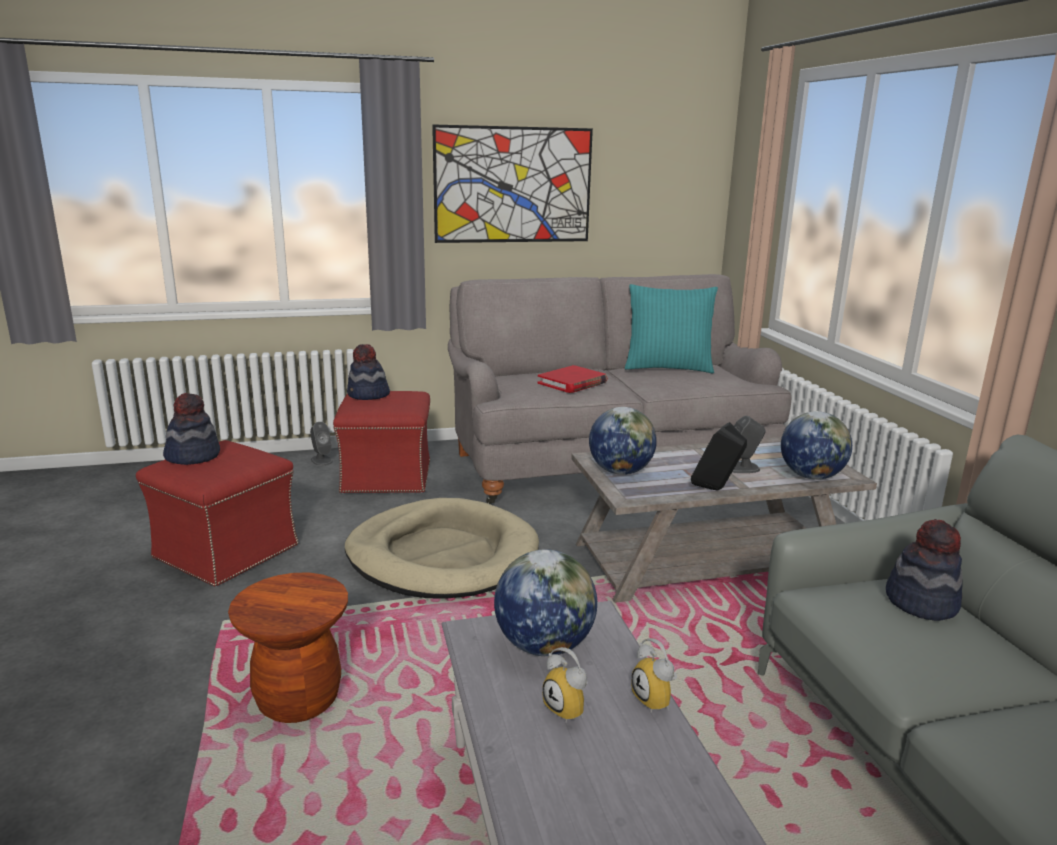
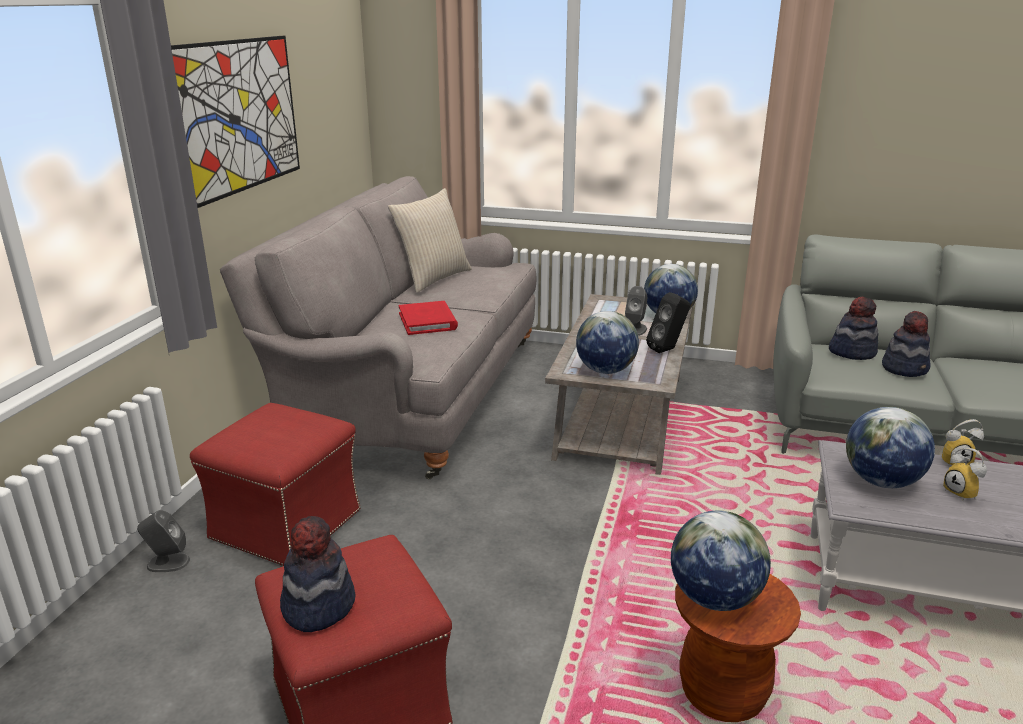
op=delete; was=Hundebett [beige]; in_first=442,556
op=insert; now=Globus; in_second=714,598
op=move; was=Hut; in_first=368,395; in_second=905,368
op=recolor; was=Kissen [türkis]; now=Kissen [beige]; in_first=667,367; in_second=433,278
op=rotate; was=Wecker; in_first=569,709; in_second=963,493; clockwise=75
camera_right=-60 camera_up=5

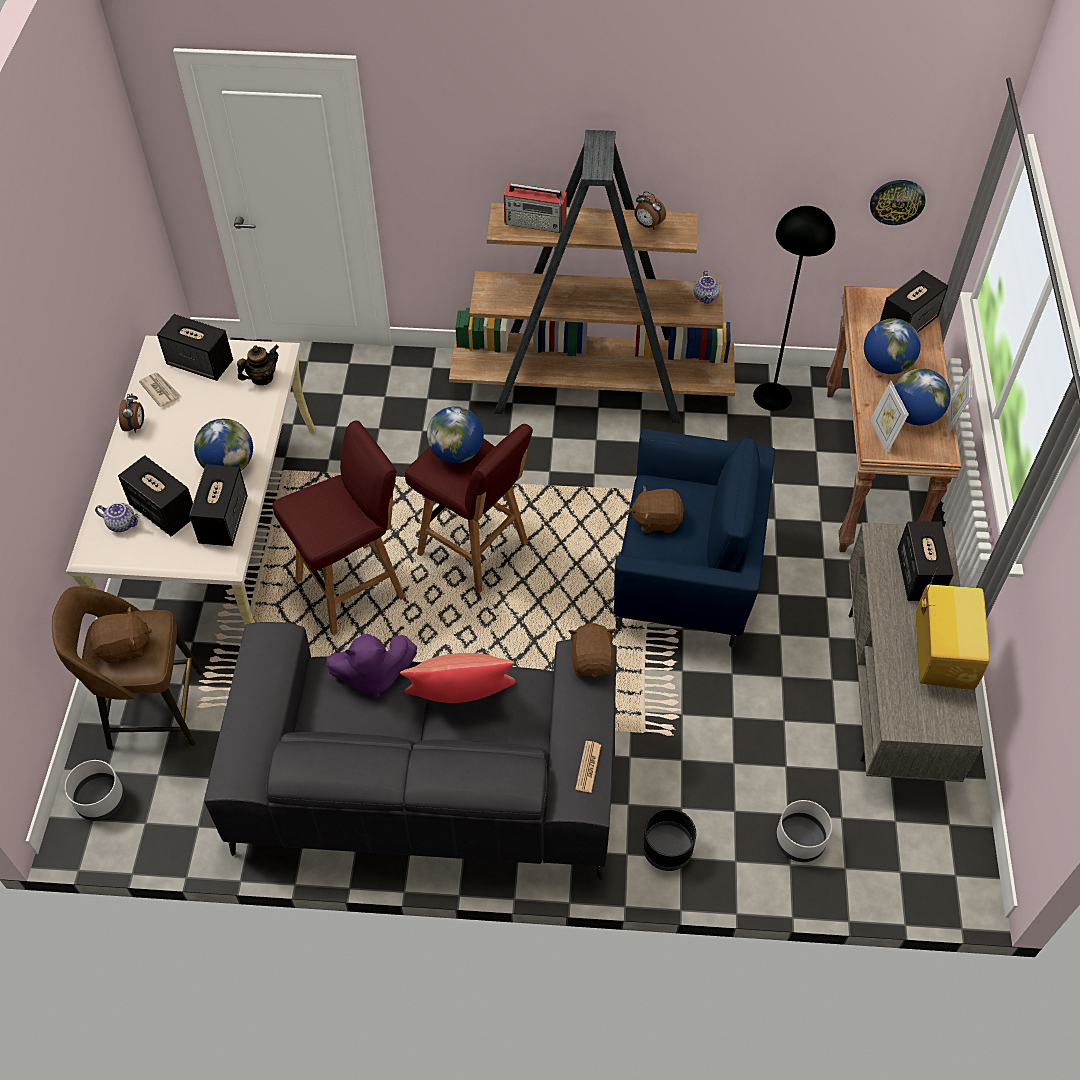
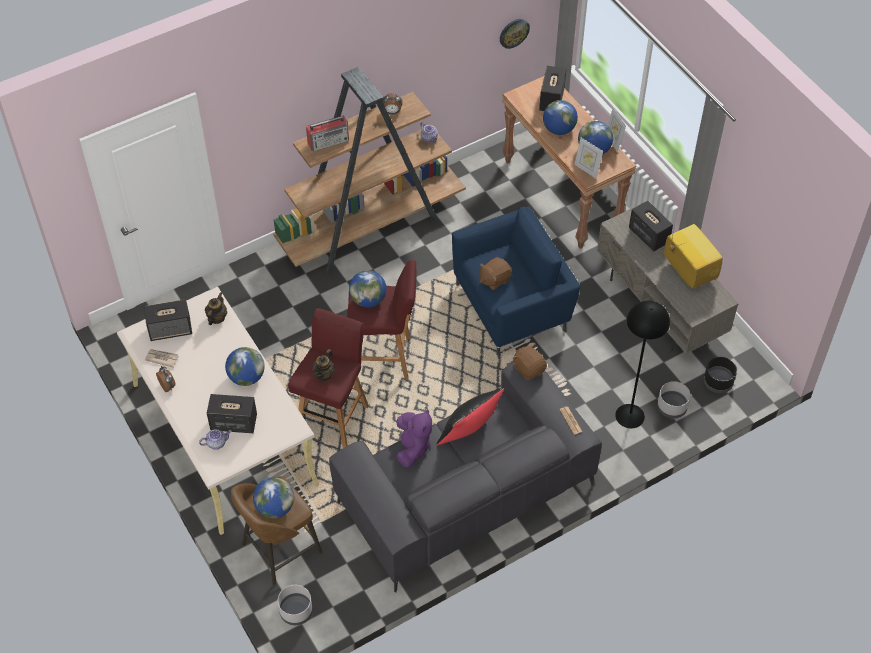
op=delete; was=Lautsprecher; in_first=223,520
op=insert; now=Teekanne; in_second=324,374
op=move; was=Pflanzkübel [schwarz]; in_first=667,849; in_second=718,382
op=move; was=Stehlampe [schwarz]; in_first=772,397; in_second=630,416
op=replace; was=Plüschtier [braun]; now=Globus; in_first=124,647; in_second=275,507
op=recolor; was=Kissen [rot]; now=Kissen [schwarz]; in_first=461,700; in_second=469,432
op=rotate; was=Plüschtier [lila]; in_first=373,676; in_second=412,447; clockwise=-45
camera_right=-35 camera_up=0

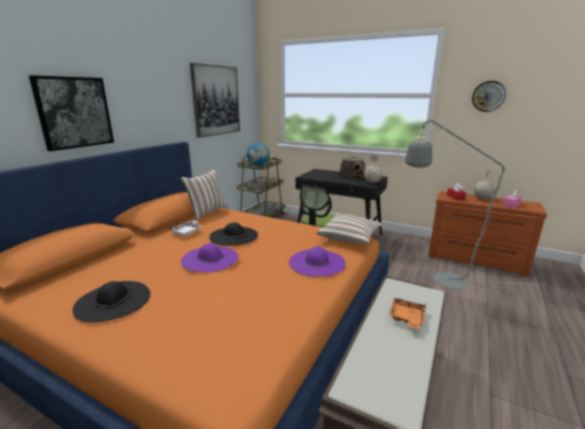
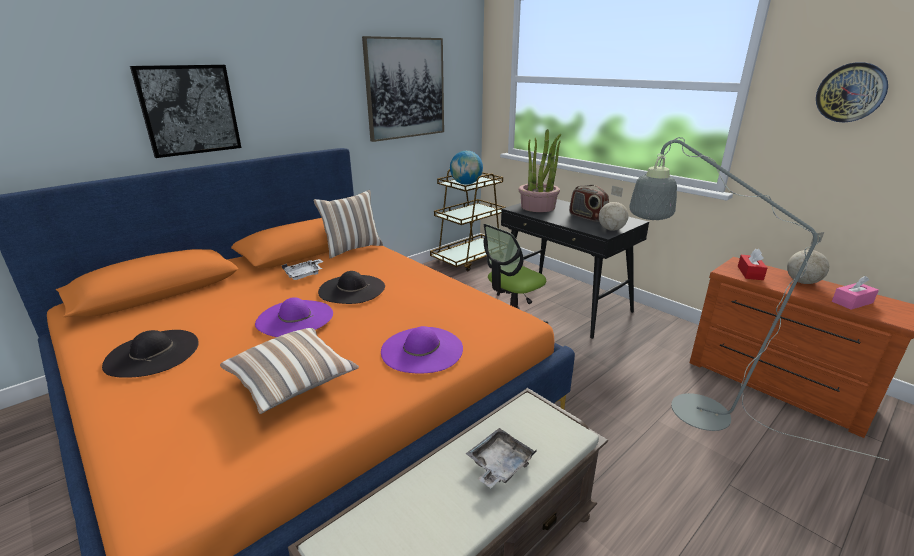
op=insert; now=Topfpflanze; in_second=538,207
op=move; was=Kissen; in_first=349,238; in_second=293,383
op=recolor; was=Tablett [orange]; now=Tablett [grau]; in_first=406,318; in_second=499,465
camera_right=20 camera_up=5

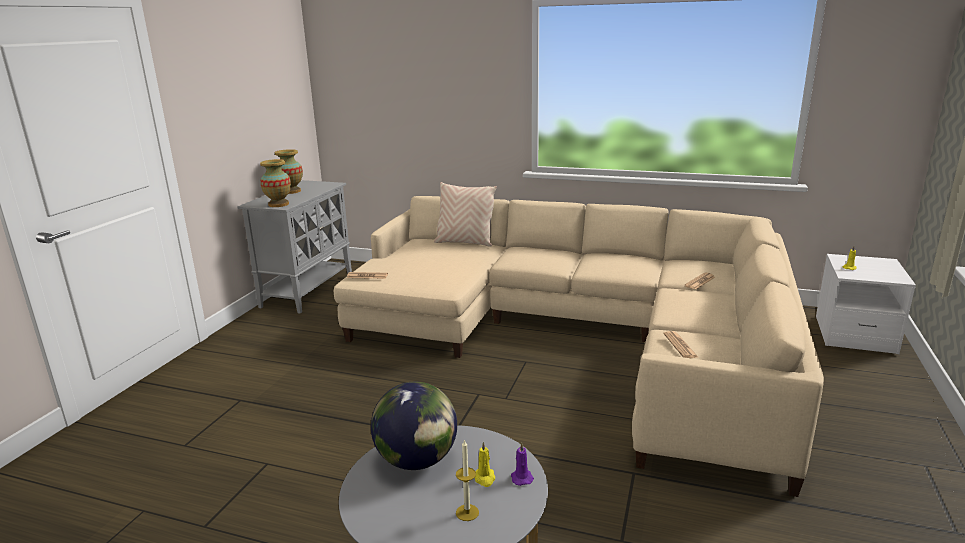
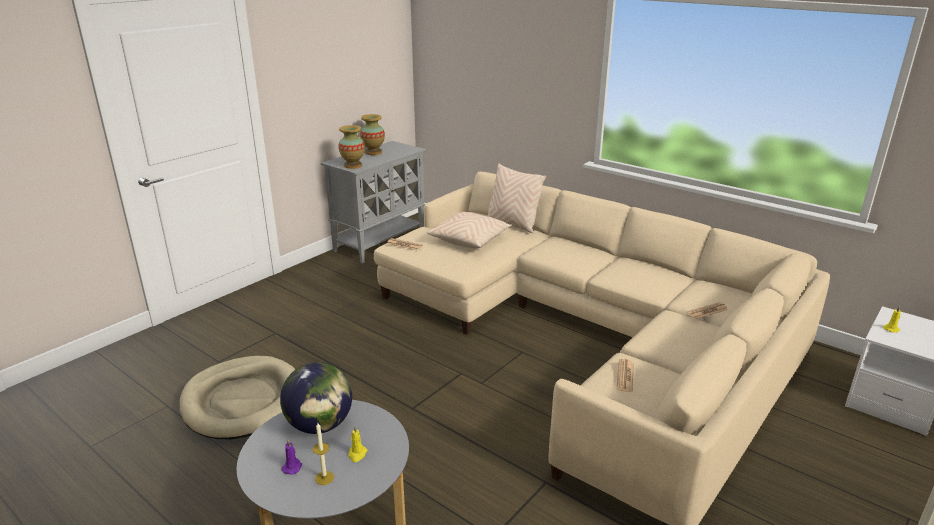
op=insert; now=Hundebett [beige]; in_second=244,401
op=insert; now=Kissen [beige]; in_second=469,239
op=move; was=Kerze [lila]; in_first=521,477; in_second=292,467
camera_right=20 camera_up=5

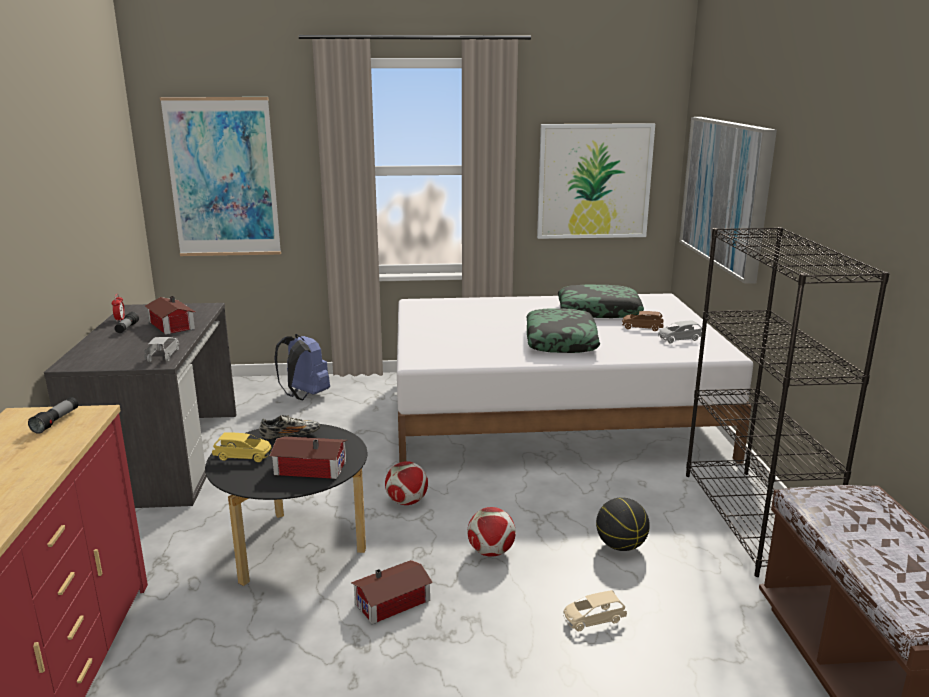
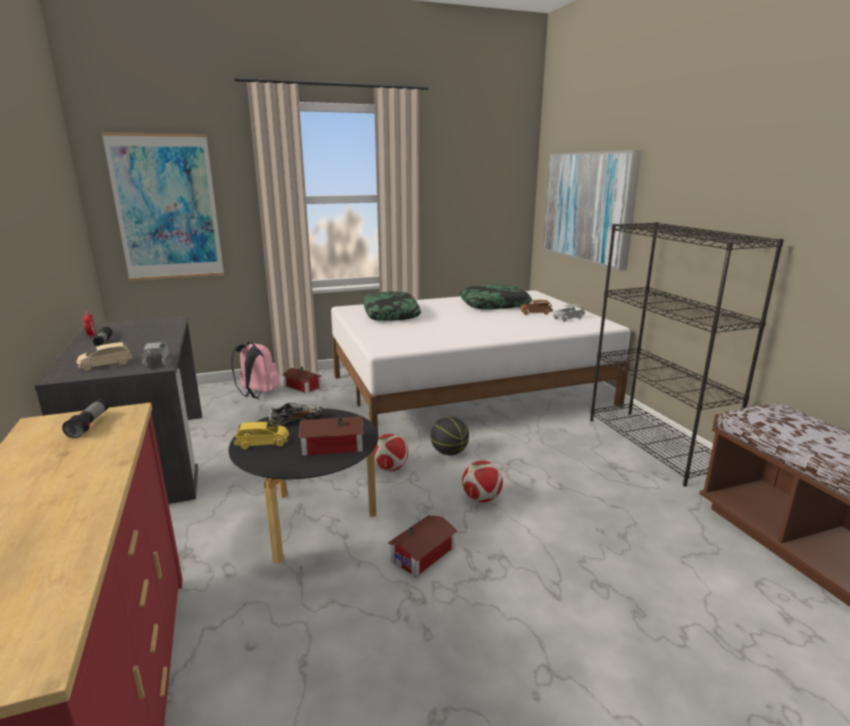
op=delete; was=Bild; in_first=594,181
op=move; was=Spielzeughaus; in_first=171,326; in_second=303,387
op=move; was=Kissen; in_first=561,341; in_second=391,314
op=move; was=Spielzeugauto [beige]; in_first=593,619; in_second=106,364
op=move; was=Basketball; in_first=620,546; in_second=449,452
op=recolor; was=Rucksack [blau]; now=Rucksack [rosa]; in_first=304,395; in_second=257,394
camera_right=-15 camera_up=0

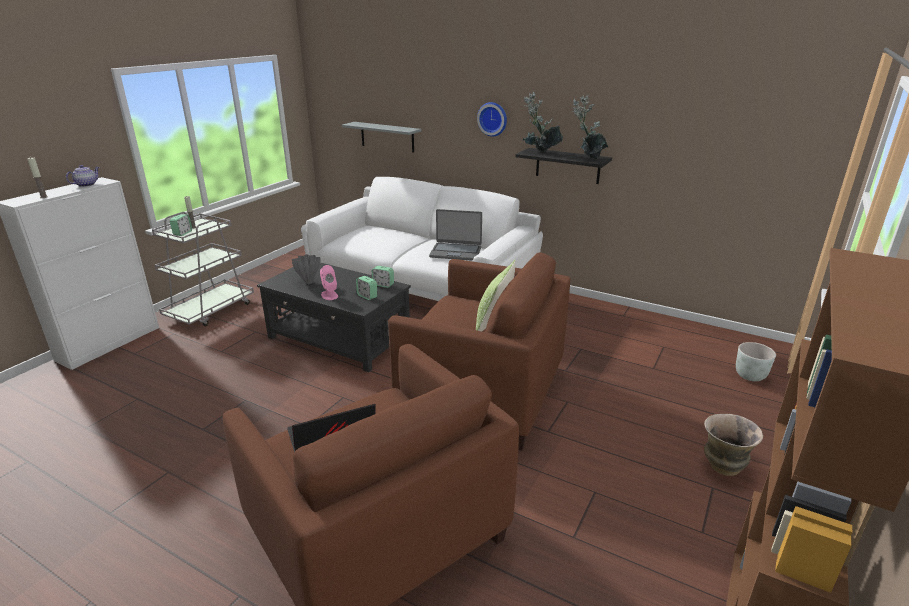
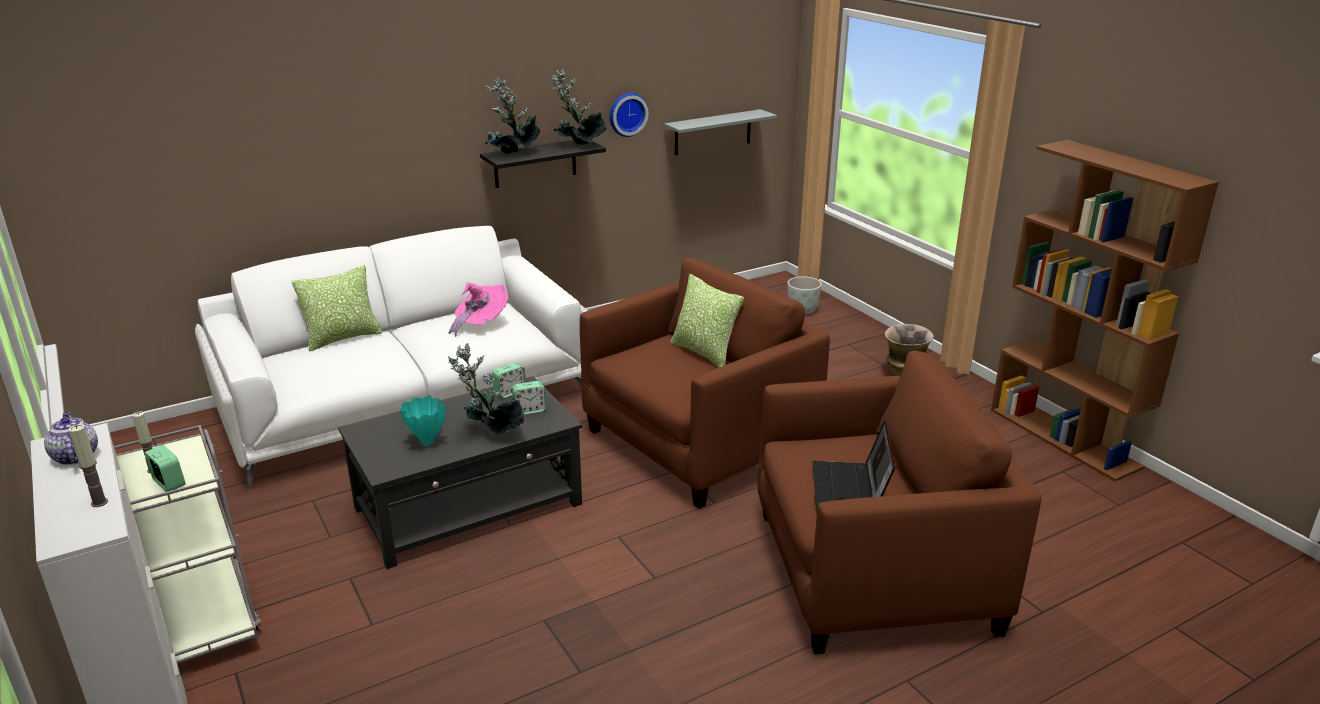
op=insert; now=Kissen; in_second=342,338
op=move; was=Wandregal [grau]; in_first=387,137; in_second=713,132
op=move; was=Wanduhr; in_first=493,119; in_second=627,114
op=replace; was=Lautsprecher [rosa]; now=Topfpflanze; in_first=329,295; in_second=491,435
op=replace; was=Laptop; now=Hut [rosa]; in_first=456,252; in_second=480,323
op=recolor; was=Vase [grau]; now=Vase [türkis]; in_first=309,282; in_second=426,442
camera_right=-60 camera_up=0

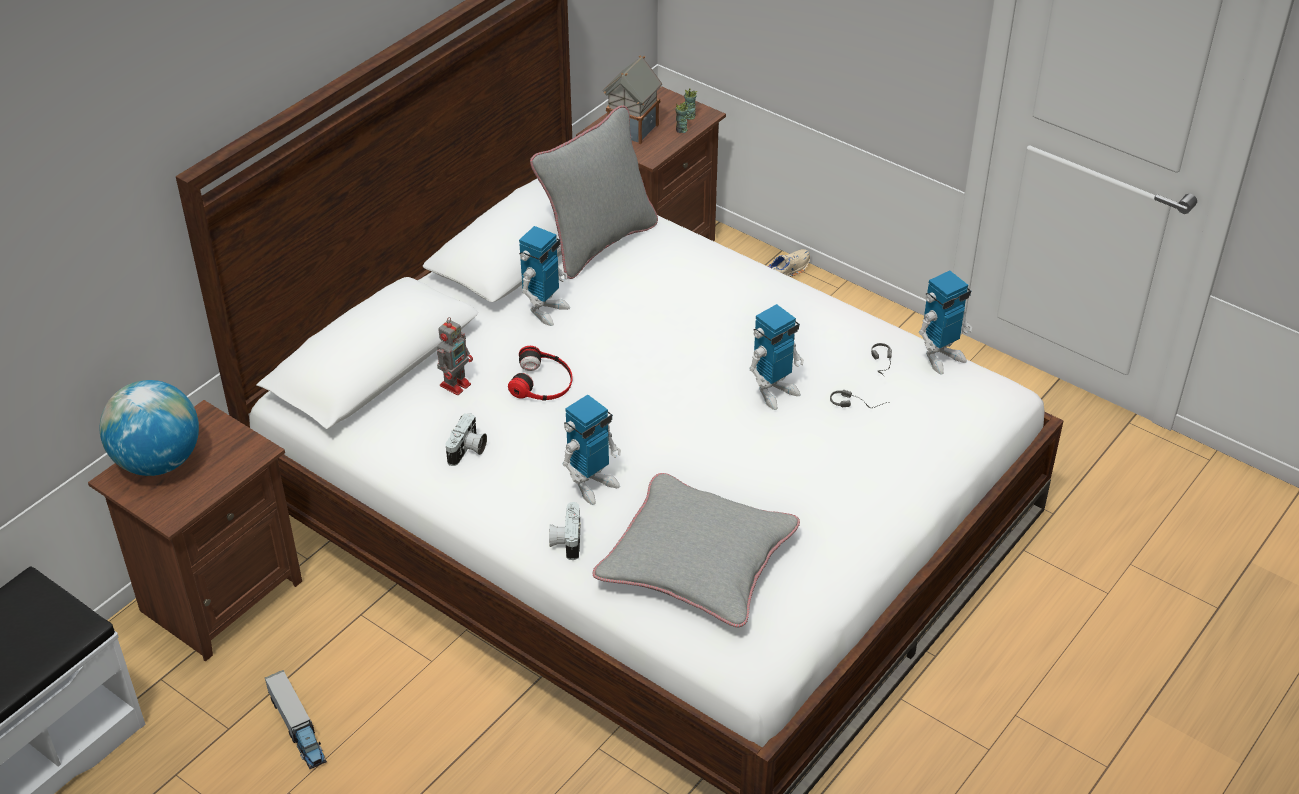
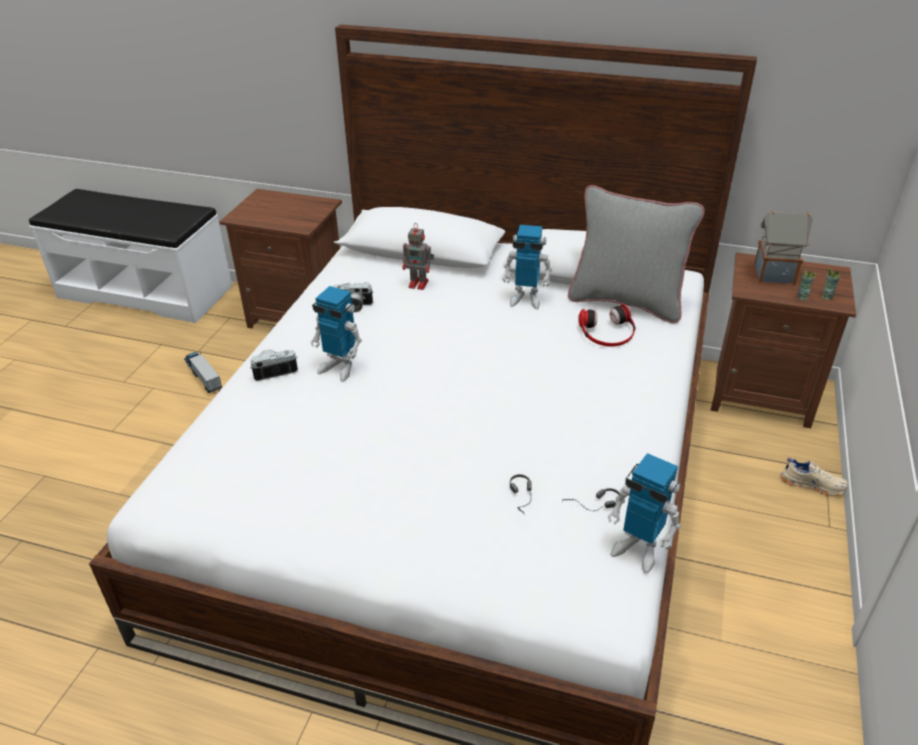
op=delete; was=Globus; in_first=158,462
op=delete; was=Kissen [grau]; in_first=697,560
op=delete; was=Spielzeugroboter; in_first=774,392
op=move; was=Kopfhörer; in_first=542,382; in_second=607,332
op=rotate; was=Spielzeuglaster; in_first=298,728; in_second=203,376; clockwise=105
camera_right=70 camera_up=-5

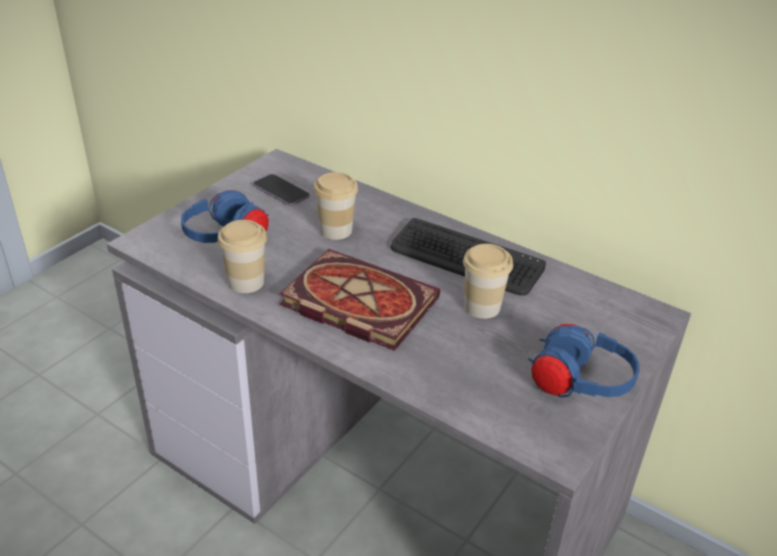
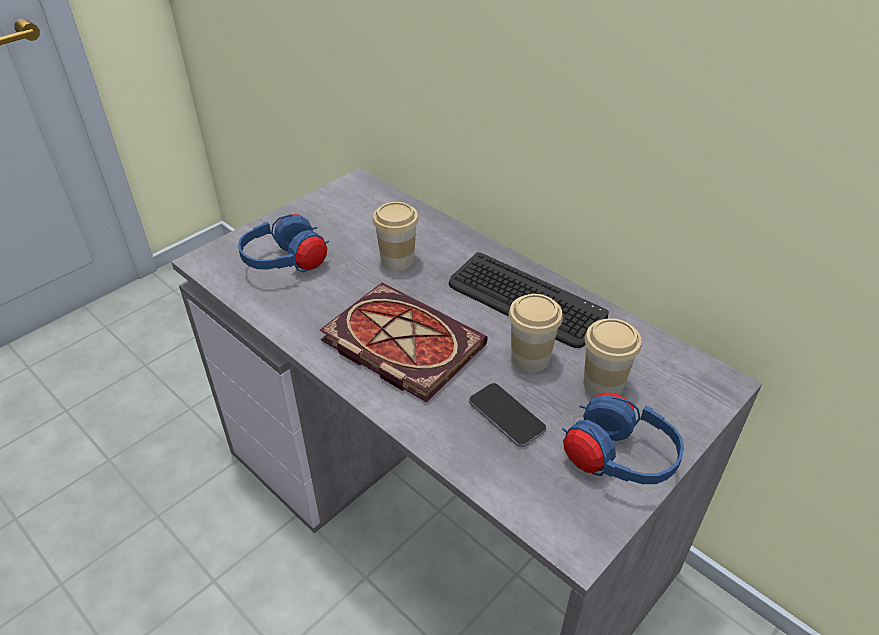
op=move; was=Tasse; in_first=246,282; in_second=603,384
op=move; was=Handy; in_first=281,192; in_second=506,416
camera_right=10 camera_up=5

